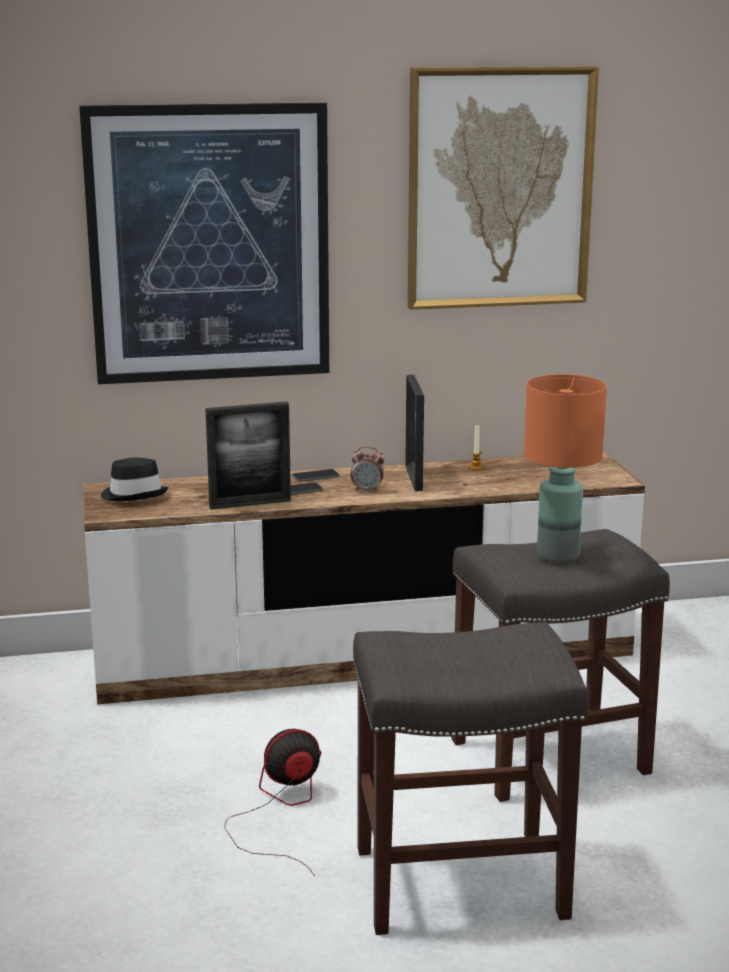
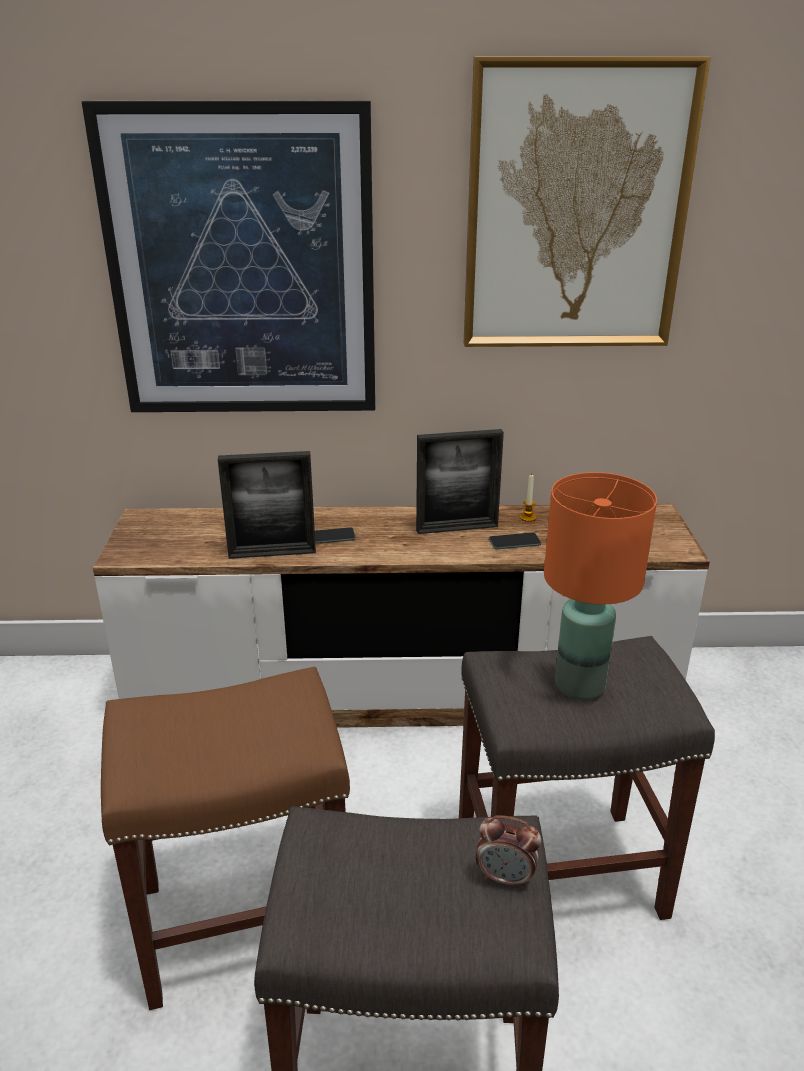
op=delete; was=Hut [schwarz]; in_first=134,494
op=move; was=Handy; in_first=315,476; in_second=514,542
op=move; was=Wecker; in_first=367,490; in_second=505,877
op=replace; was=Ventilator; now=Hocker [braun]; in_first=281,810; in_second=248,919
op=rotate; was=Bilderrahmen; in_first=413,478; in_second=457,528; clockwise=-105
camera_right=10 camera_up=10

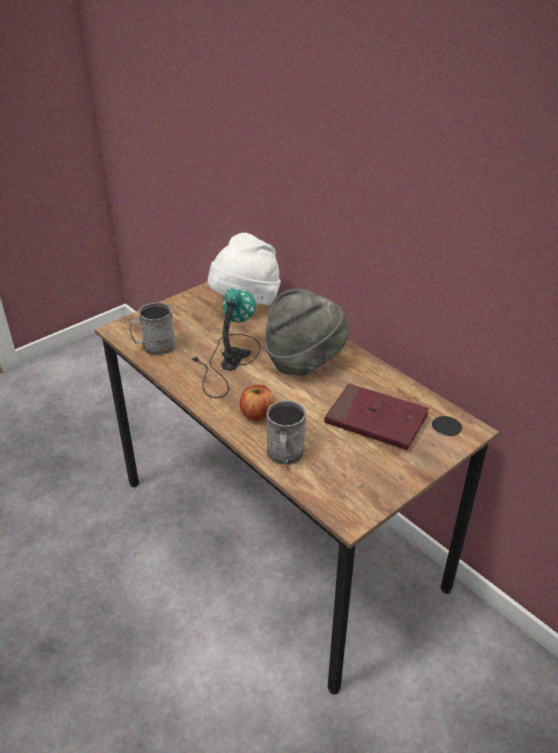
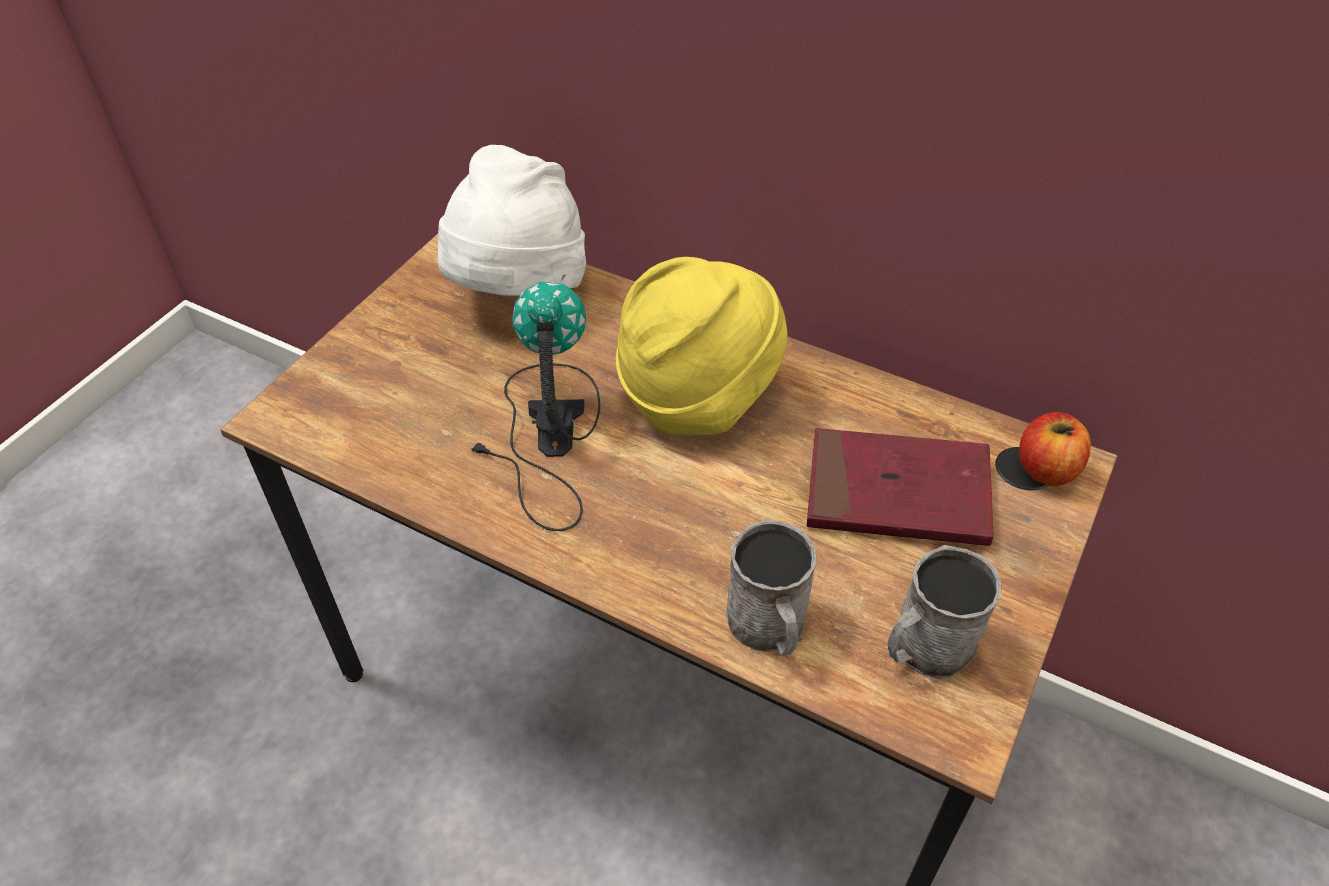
op=move; was=Henkelbecher [grau]; in_first=154,347; in_second=925,648
op=move; was=Apfel; in_first=256,414; in_second=1046,469
op=recolor; was=Hut [grau]; now=Hut [gelb]; in_first=304,361; in_second=698,395
camera_right=-20 camera_up=10

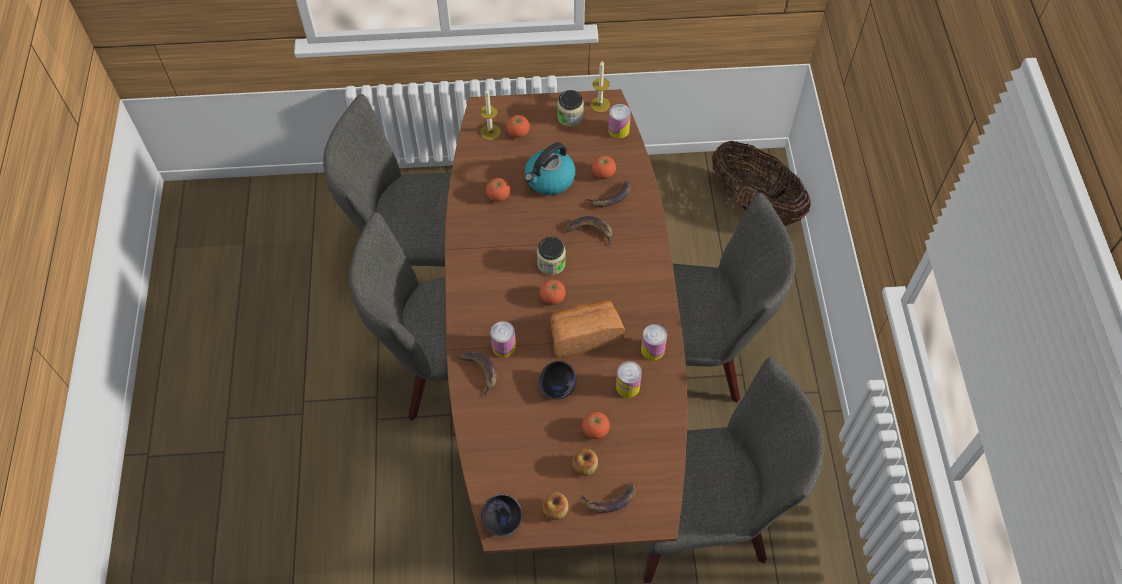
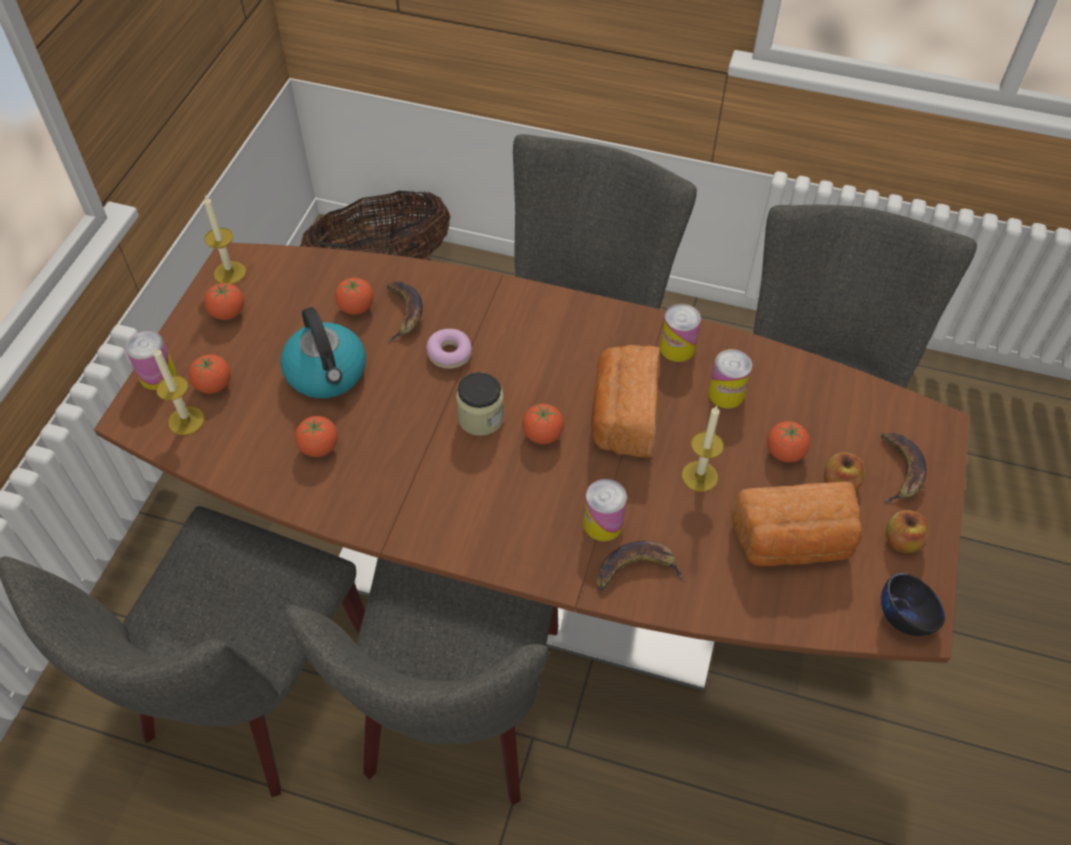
op=insert; now=Brot; in_second=792,542
op=move; was=Dose; in_first=618,130; in_second=157,375
op=replace; was=Schüssel [schwarz]; now=Kerze; in_first=557,388; in_second=699,476
op=replace; was=Vorratsglas; now=Tomate; in_first=570,117; in_second=228,313
op=replace; was=Banane; now=Donut; in_first=591,231; in_second=449,353
camera_right=-70 camera_up=-5

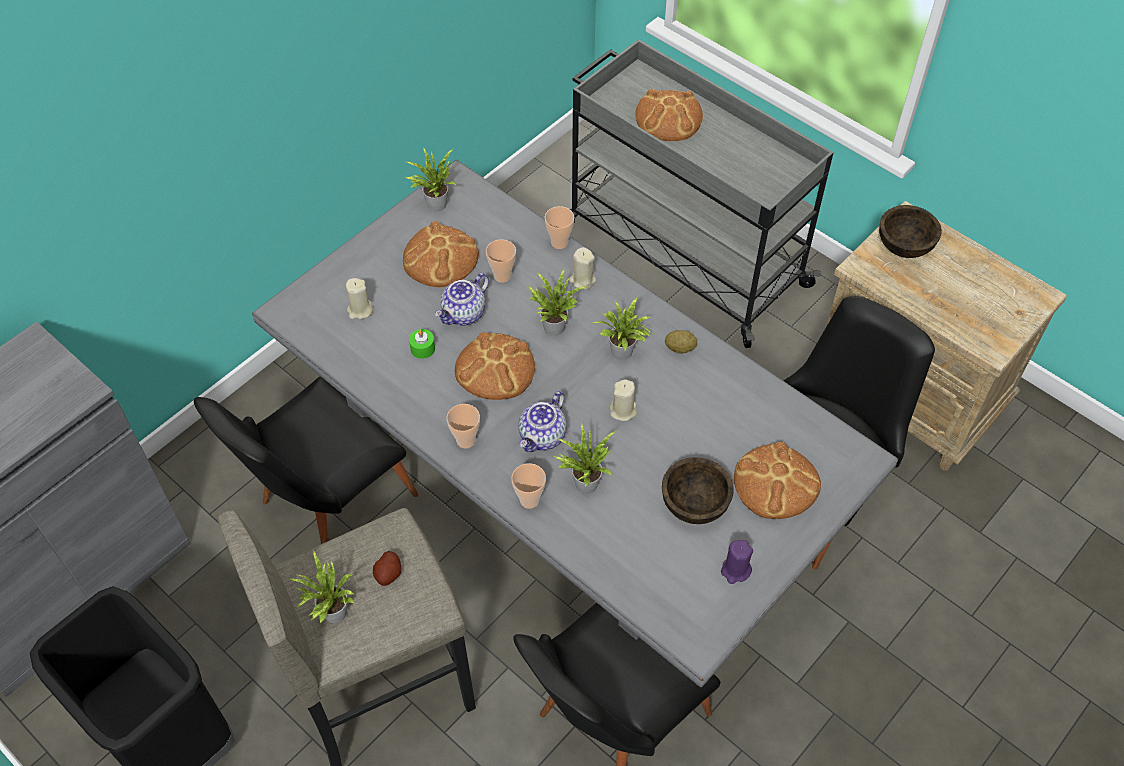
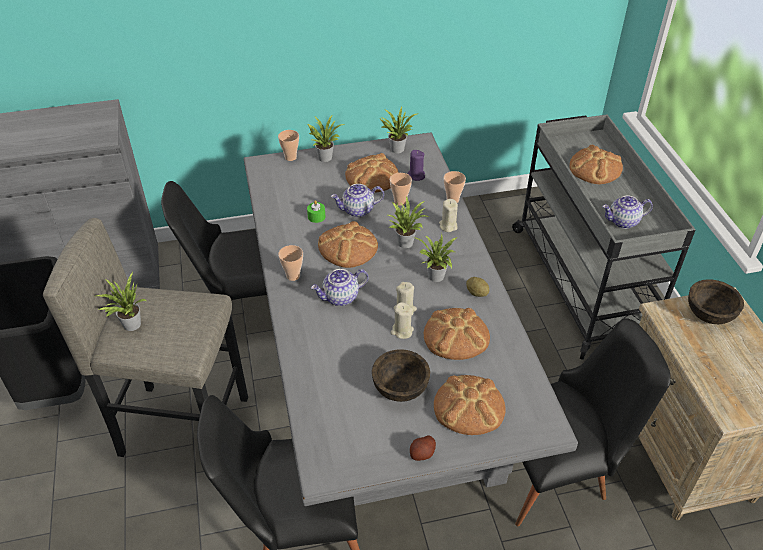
op=insert; now=Brot; in_second=455,336
op=insert; now=Teekanne; in_second=623,222
op=move; was=Kerze [beige]; in_first=360,310; in_second=402,331
op=move; was=Kartoffel; in_first=388,573; in_second=422,453
op=move; was=Tasse; in_first=529,500; in_second=290,157
op=move; was=Topfpflanze; in_first=584,482; in_second=324,156
op=move; was=Kerze [lila]; in_first=735,570; in_second=416,176
camera_right=35 camera_up=-10

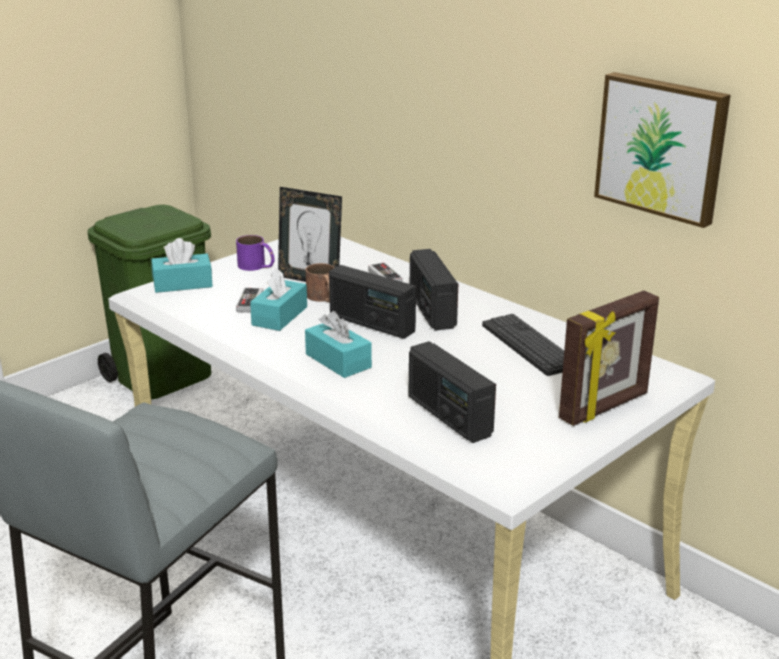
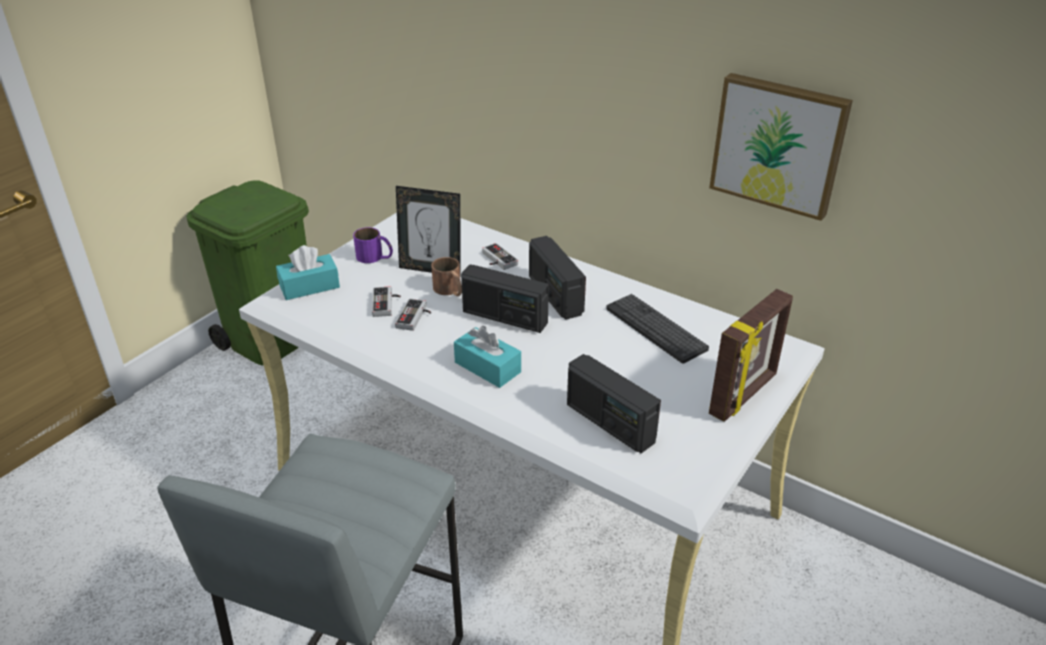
op=replace; was=Taschentuchbox [türkis]; now=Gamepad; in_first=279,316; in_second=415,317
camera_right=-10 camera_up=10

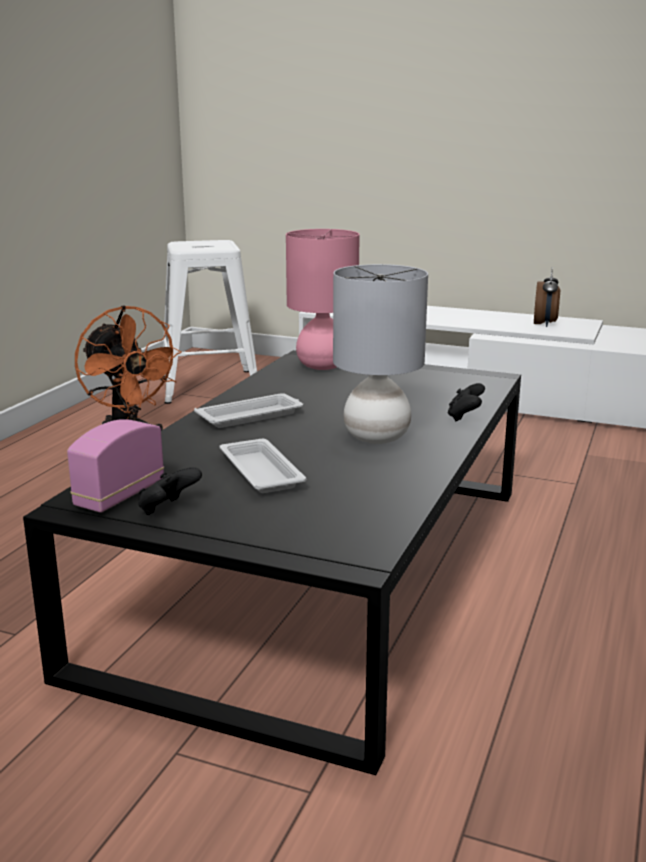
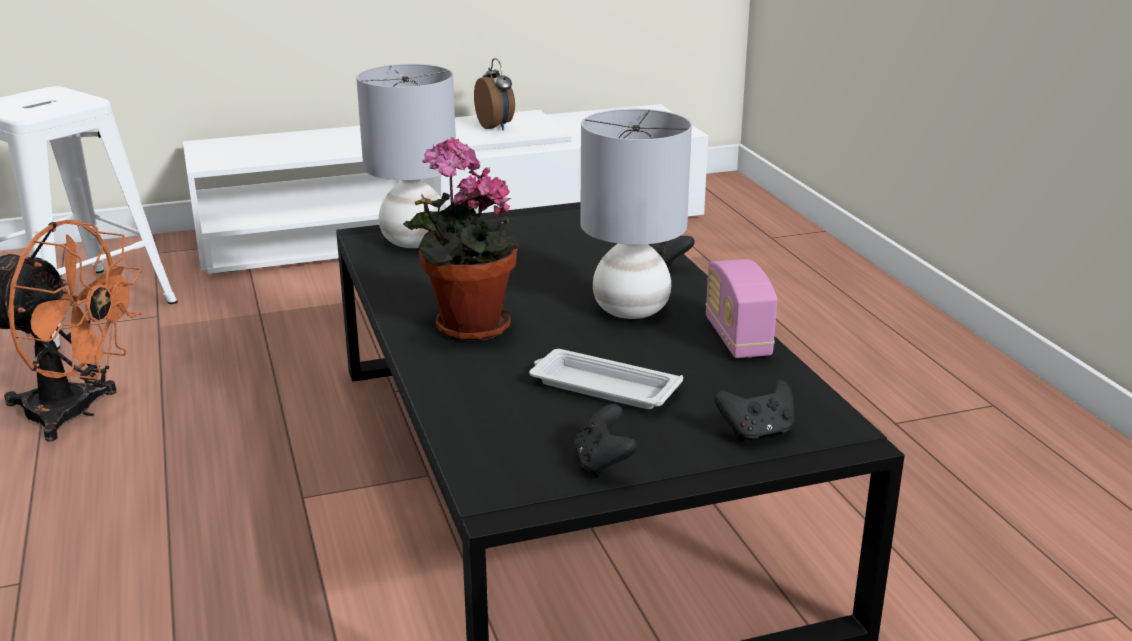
op=insert; now=Gamepad [schwarz]; in_second=757,432
op=move; was=Radio; in_first=120,495; in_second=737,338
op=replace; was=Tablett [weiß]; now=Topfpflanze; in_first=251,416; in_second=465,328
op=recolor; was=Tischlampe [rosa]; now=Tischlampe [grau]; in_first=322,366; in_second=414,242
camera_right=-40 camera_up=5

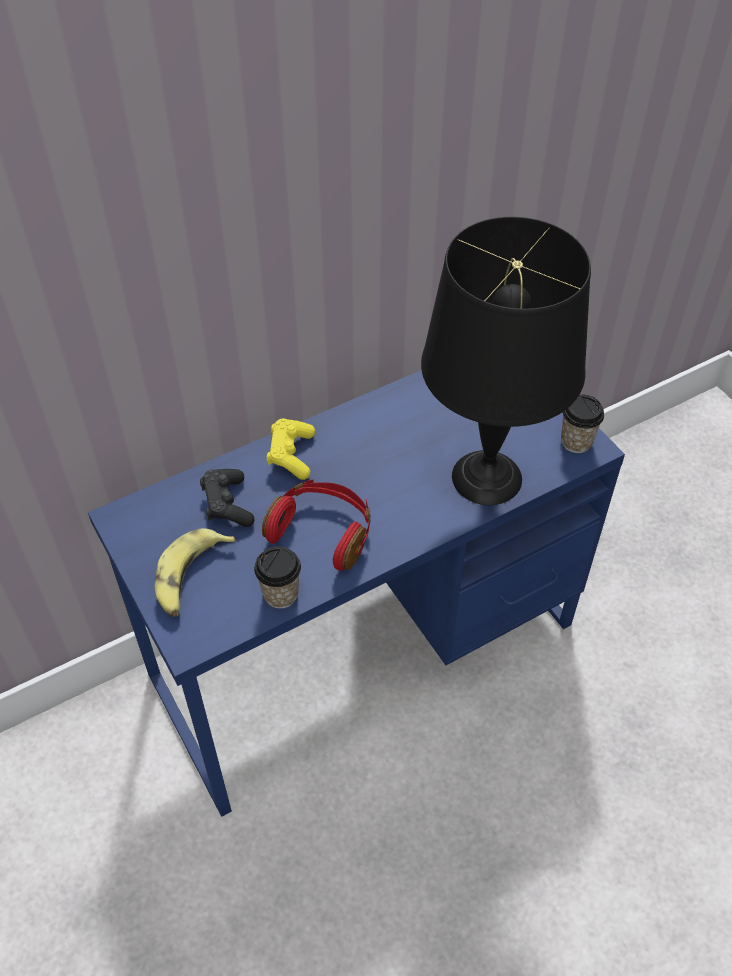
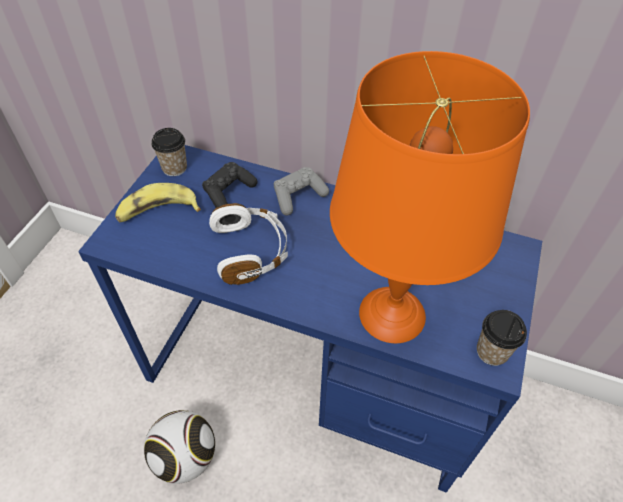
op=insert; now=Fußball; in_second=186,457
op=move; was=Tasse; in_first=280,594; in_second=174,168
op=recolor; was=Kopfhörer [rot]; now=Kopfhörer [weiß]; in_first=322,532; in_second=251,251
op=recolor; was=Gamepad [gelb]; now=Gamepad [grau]; in_first=291,455; in_second=298,197
op=recolor; was=Tischlampe [schwarz]; now=Tischlampe [orange]; in_first=485,477; in_second=392,313
camera_right=50 camera_up=0

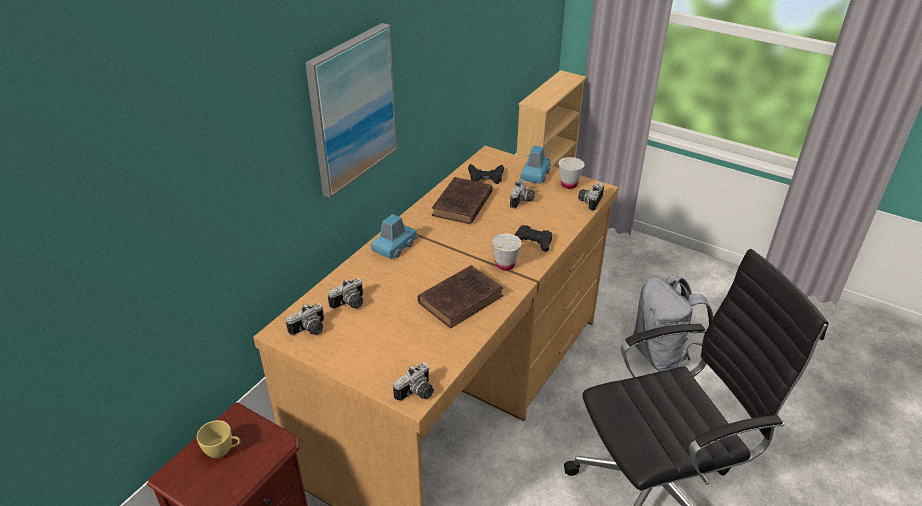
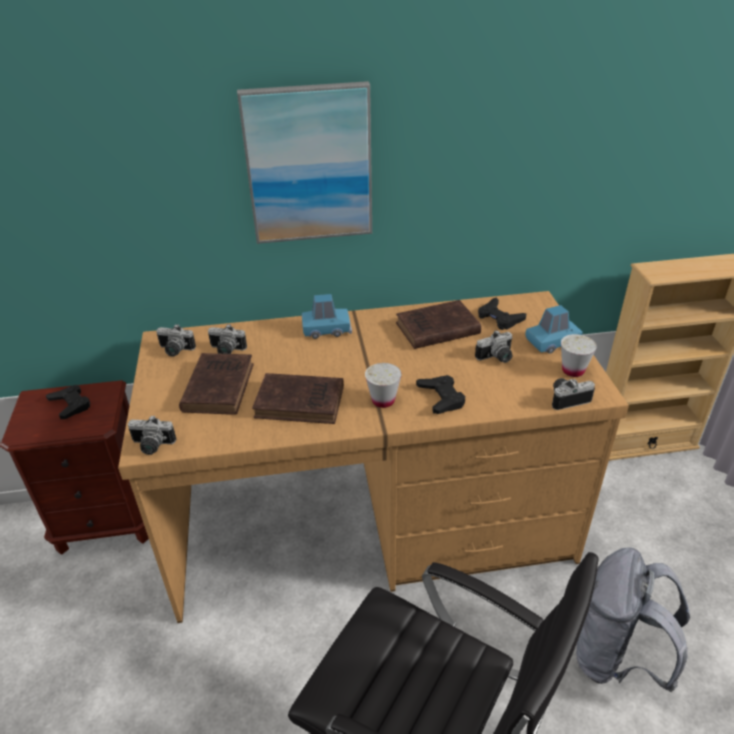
op=insert; now=Buch [braun]; in_second=219,386
op=replace; was=Tasse [gelb]; now=Gamepad [schwarz]; in_first=223,450; in_second=70,405
camera_right=50 camera_up=0

